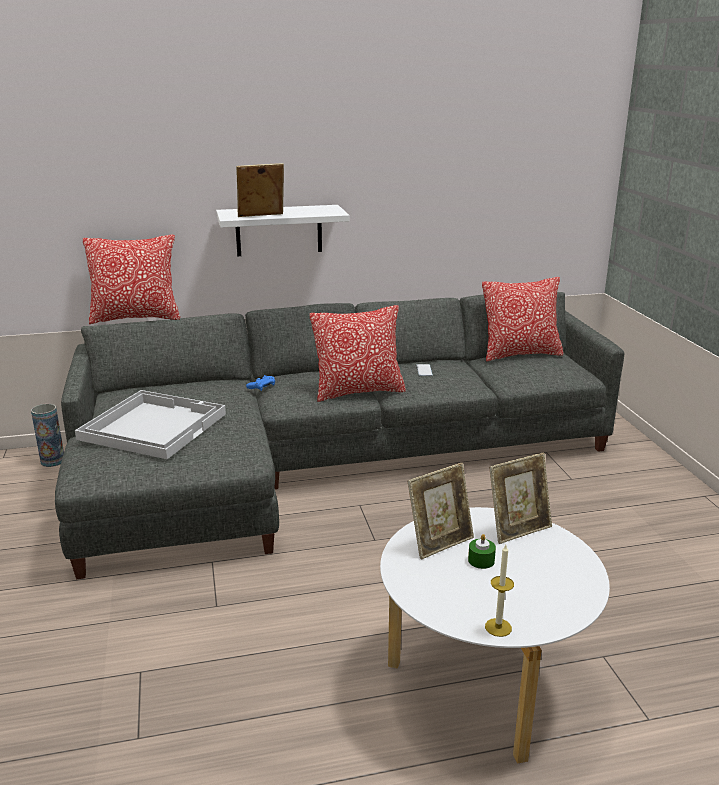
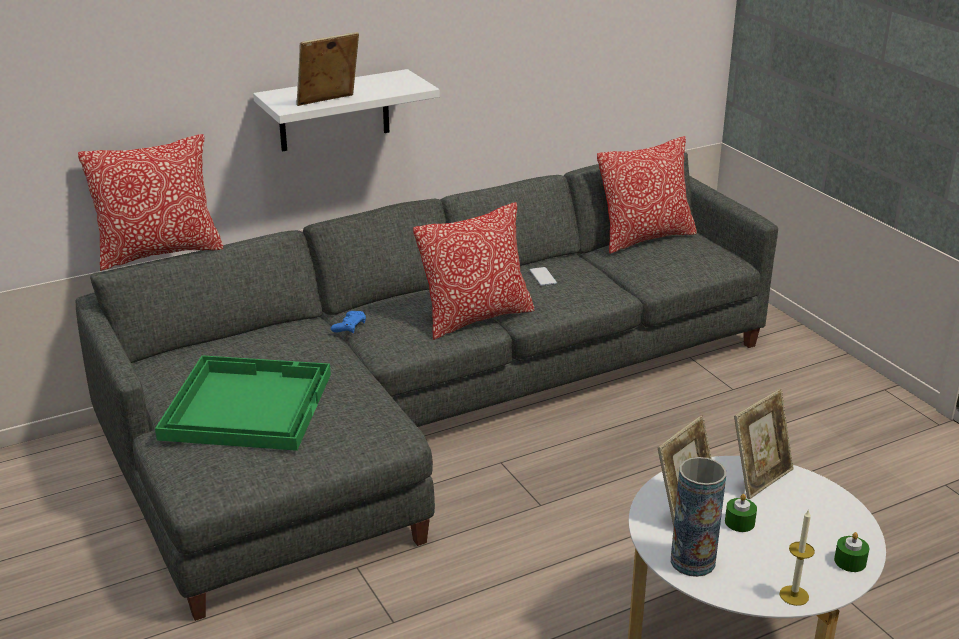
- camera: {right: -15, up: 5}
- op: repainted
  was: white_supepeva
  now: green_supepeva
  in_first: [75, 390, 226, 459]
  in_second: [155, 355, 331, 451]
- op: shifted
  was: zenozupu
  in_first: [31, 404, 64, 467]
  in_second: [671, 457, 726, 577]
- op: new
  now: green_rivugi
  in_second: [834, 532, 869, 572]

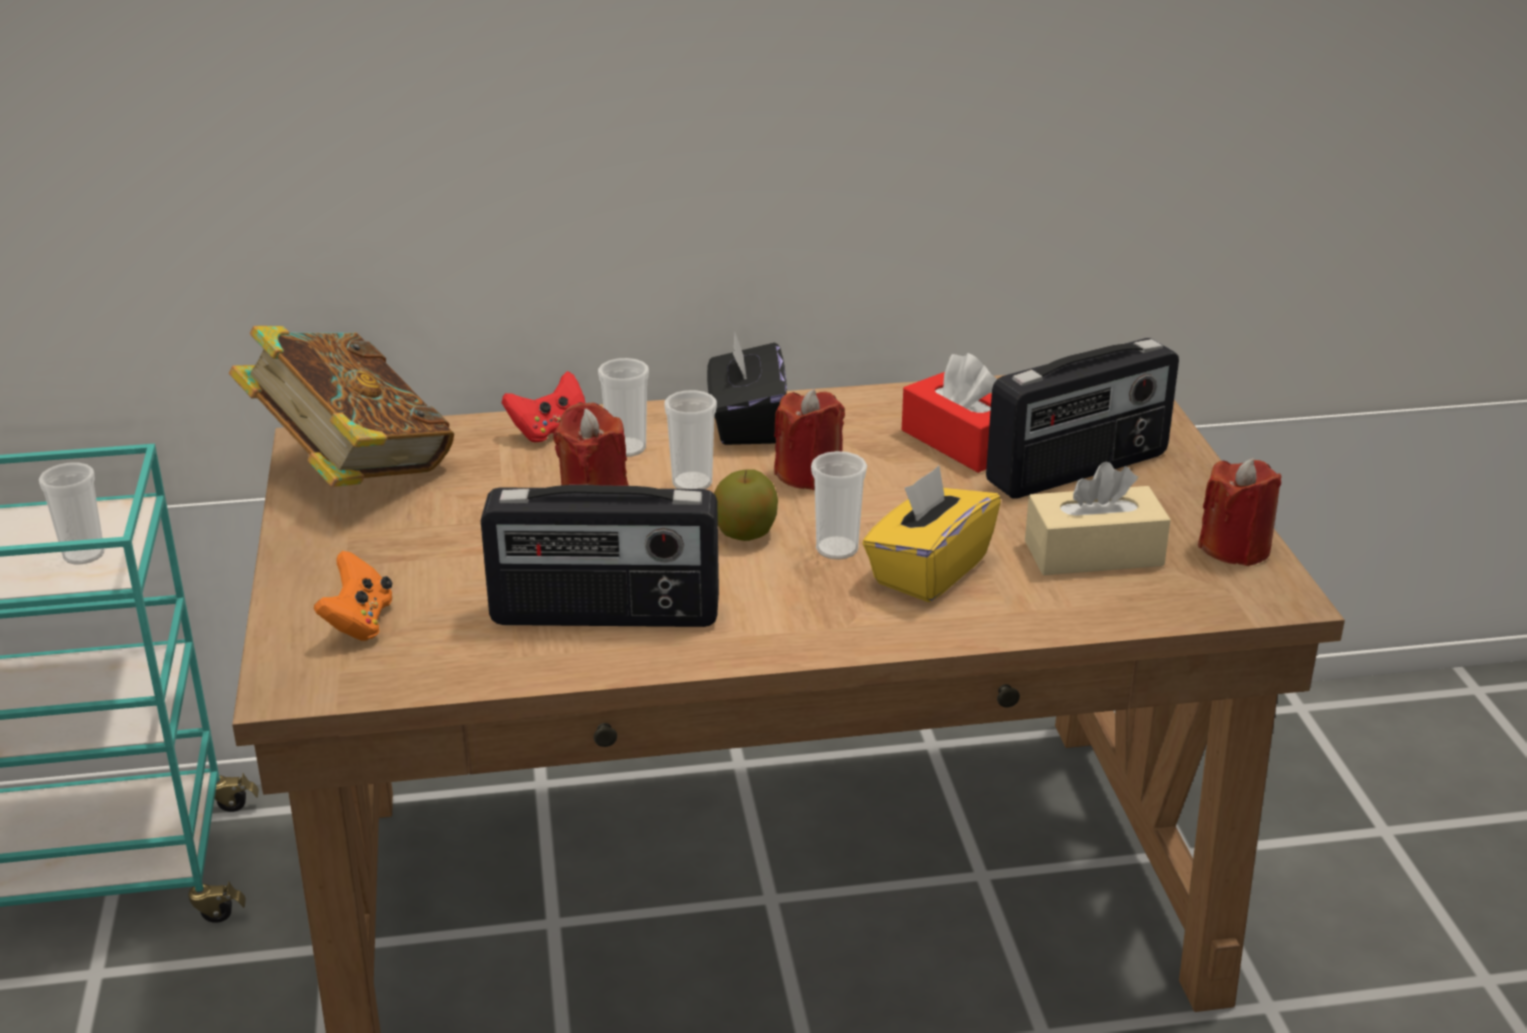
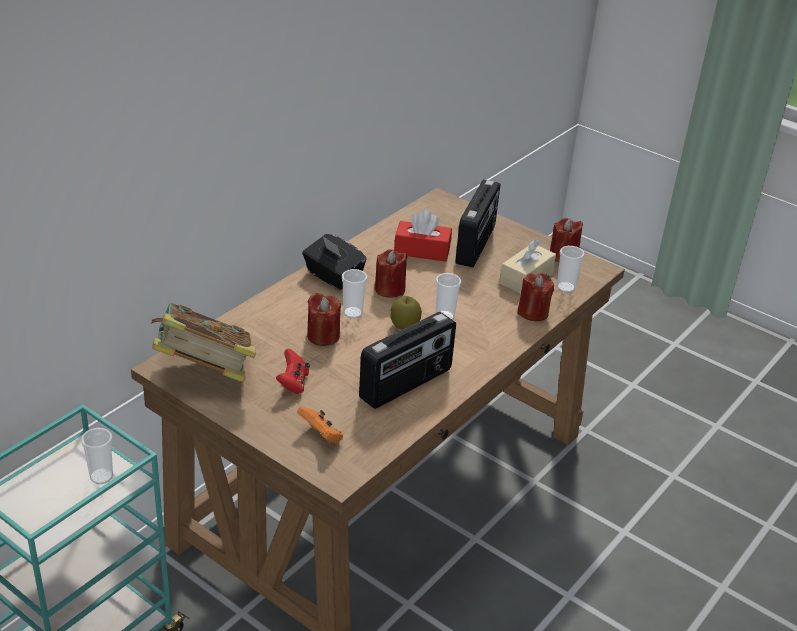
- camera: {right: -45, up: 5}
- op: shifted
  was: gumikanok
  in_first: [598, 358, 649, 457]
  in_second: [557, 246, 584, 293]
- op: shifted
  was: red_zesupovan
  in_first: [502, 371, 585, 442]
  in_second: [276, 349, 310, 394]
- op: gone
  was: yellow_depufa
  in_first: [862, 466, 1001, 602]
- op: new
  now: red_rivugi
  in_second: [517, 273, 554, 321]

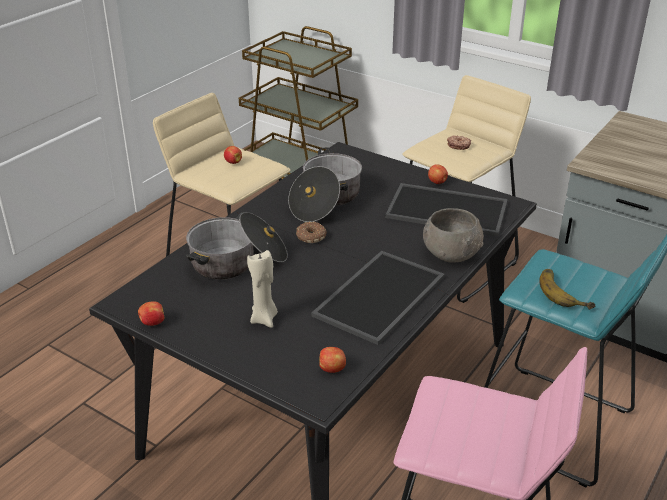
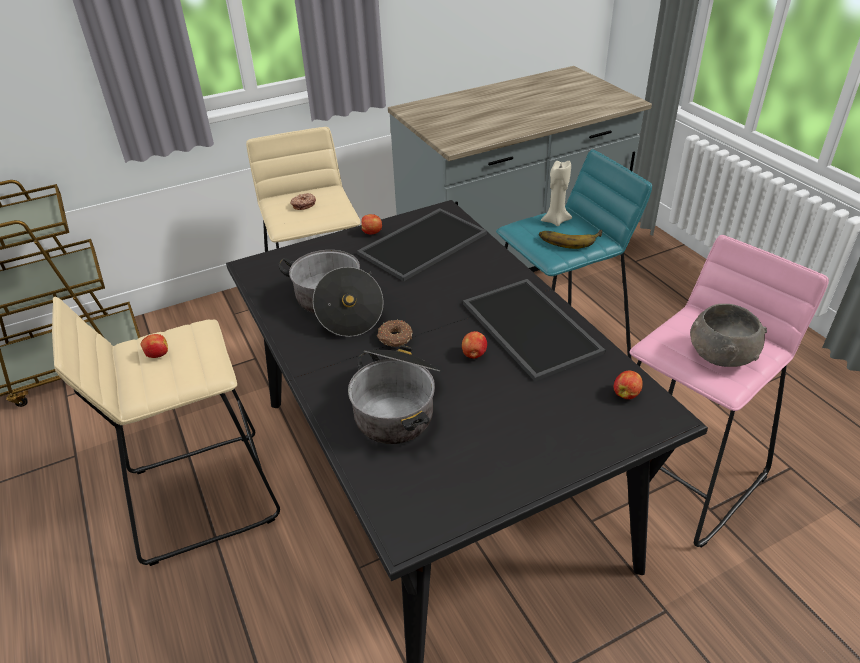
- camera: {right: -60, up: 5}
- op: shifted
  was: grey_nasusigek
  in_first: [423, 208, 484, 263]
  in_second: [690, 304, 767, 367]
- op: shifted
  was: beige_rivugi
  in_first: [247, 250, 278, 328]
  in_second: [541, 161, 572, 226]
- op: shifted
  was: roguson
  in_first: [138, 301, 164, 326]
  in_second: [462, 331, 487, 359]

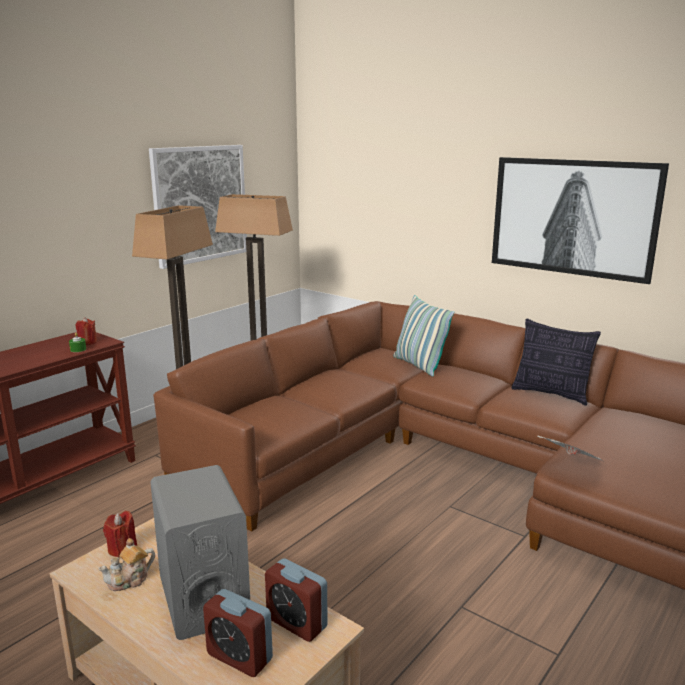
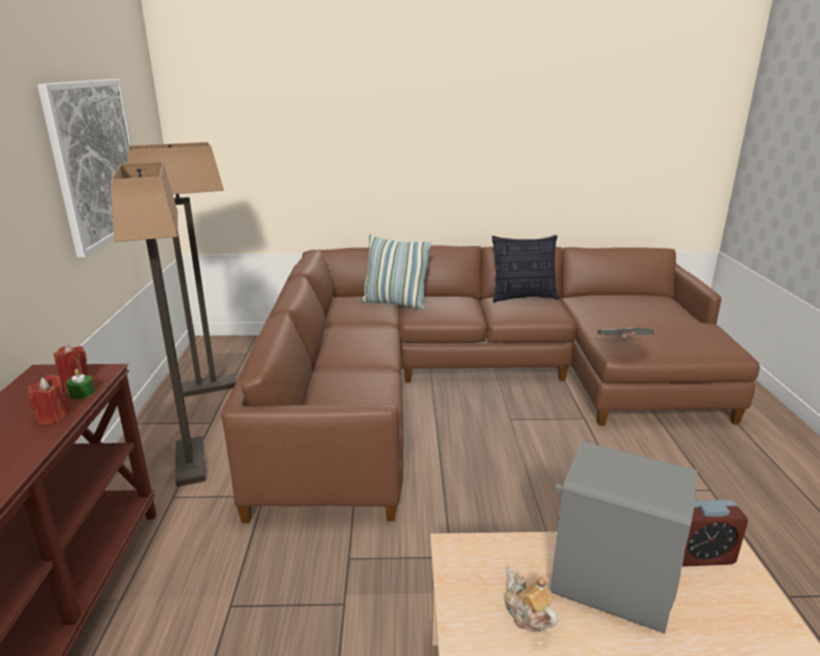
- camera: {right: -40, up: 5}
- op: gone
  was: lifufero
  in_first: [492, 157, 669, 284]
- op: shifted
  was: red_rivugi
  in_first: [103, 511, 137, 557]
  in_second: [28, 375, 70, 424]
- op: rotated
  was: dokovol
  in_first: [98, 538, 155, 591]
  in_second: [505, 569, 558, 632]
  clockwise: 135
- op: gone
  was: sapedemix
  in_first: [203, 589, 273, 677]

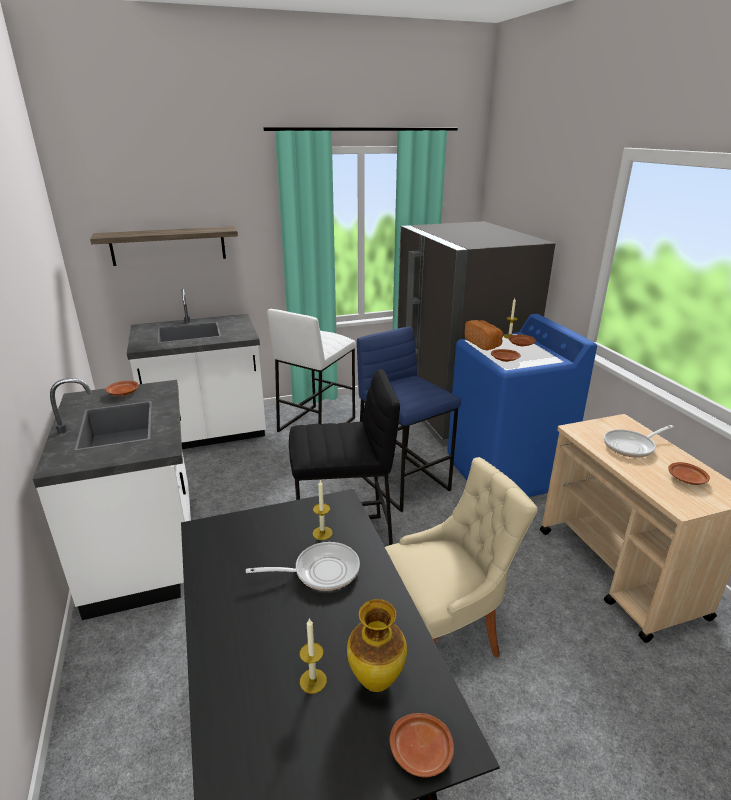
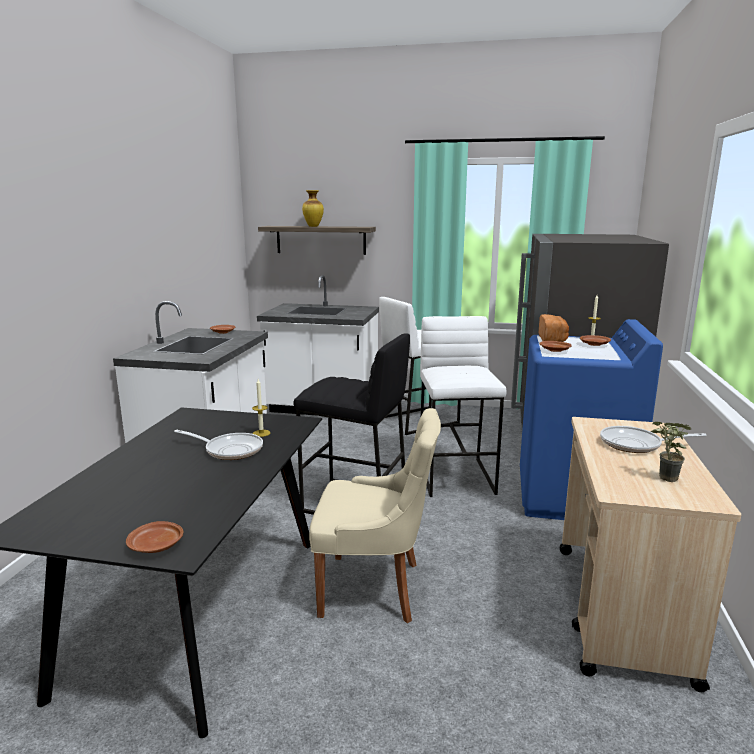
- camera: {right: 30, up: -10}
- op: repainted
  was: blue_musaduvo
  now: white_musaduvo
  in_first: [357, 327, 461, 512]
  in_second: [420, 316, 507, 497]
- op: swapped
  was: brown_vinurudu
  now: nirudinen
  in_first: [668, 462, 710, 485]
  in_second: [651, 422, 691, 482]
- op: shifted
  was: zenozupu
  in_first: [347, 599, 407, 692]
  in_second: [302, 190, 324, 227]
- op: gone
  was: rivugi
  in_first: [300, 618, 327, 694]

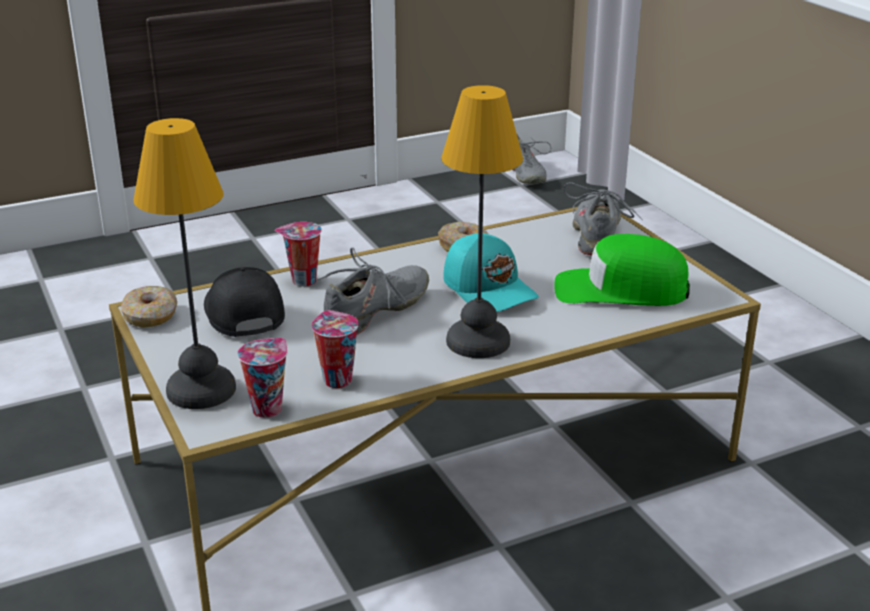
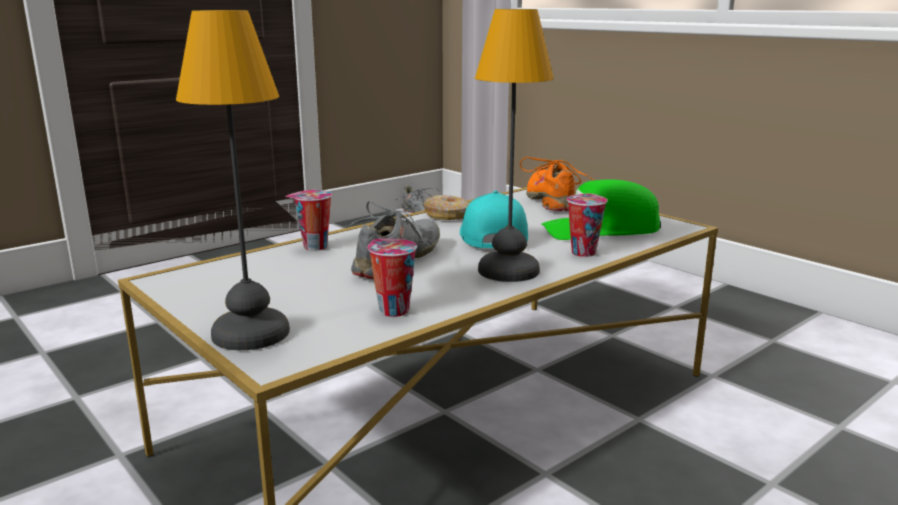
- camera: {right: -15, up: -10}
- op: repainted
  was: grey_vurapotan
  now: orange_vurapotan
  in_first: [564, 182, 643, 256]
  in_second: [520, 157, 594, 211]
- op: rotated
  was: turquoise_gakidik
  in_first: [443, 233, 539, 312]
  in_second: [460, 190, 528, 248]
  clockwise: -135
- op: gone
  was: black_gakidik
  in_first: [204, 267, 285, 337]
- op: gone
  was: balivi
  in_first: [121, 286, 177, 328]
- op: shifted
  was: gumikanok
  in_first: [237, 338, 288, 418]
  in_second: [567, 194, 607, 257]

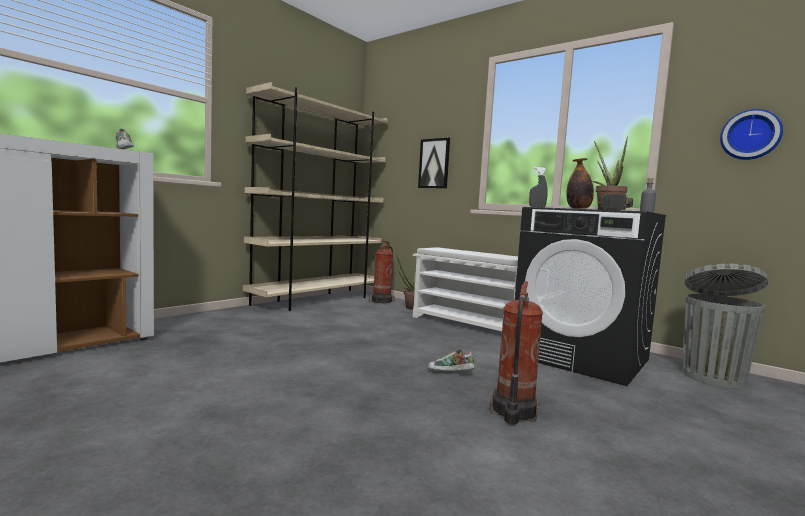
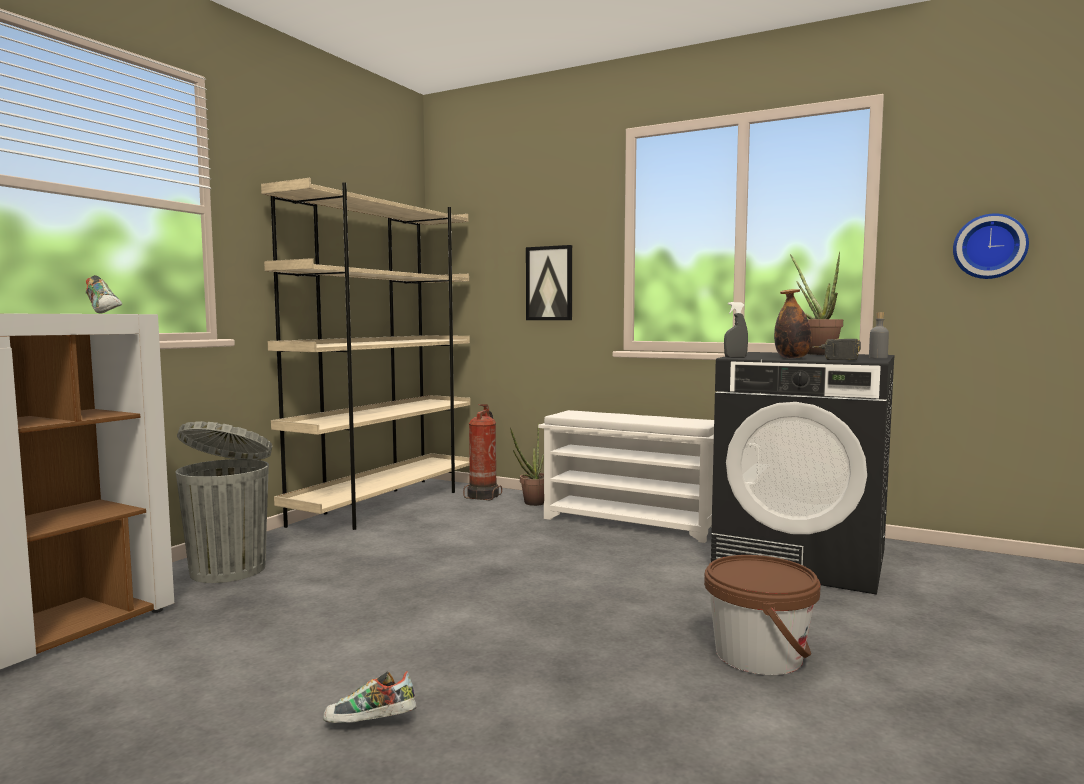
- camera: {right: -10, up: 0}
- op: shifted
  was: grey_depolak
  in_first: [683, 264, 768, 388]
  in_second: [176, 421, 272, 583]
- op: swapped
  was: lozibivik
  now: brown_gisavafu
  in_first: [490, 281, 543, 425]
  in_second: [704, 555, 821, 675]
- op: shifted
  was: vurapotan
  in_first: [428, 349, 475, 371]
  in_second: [323, 671, 417, 723]

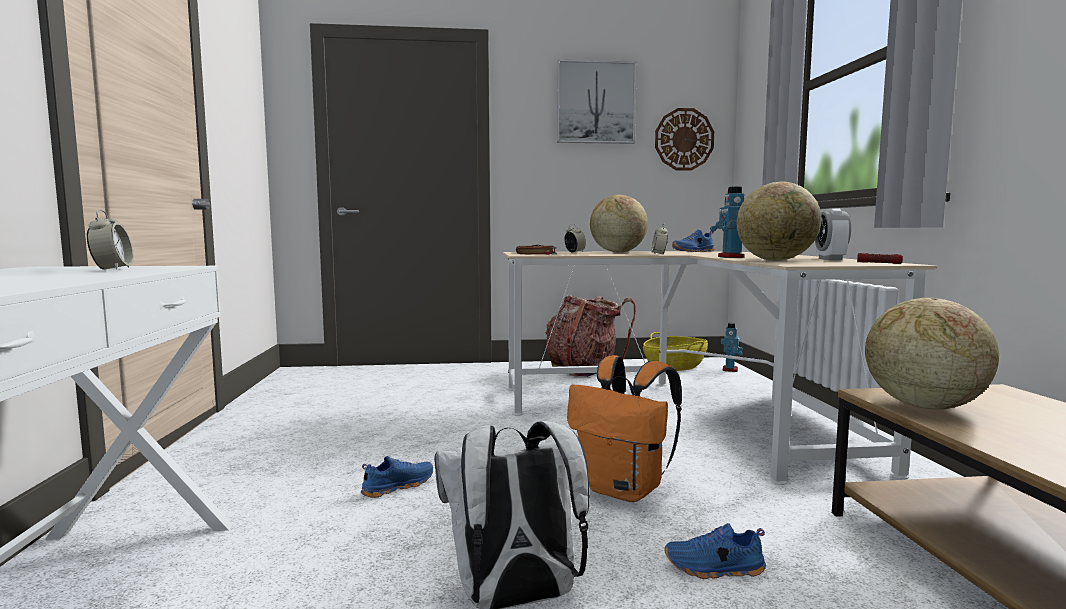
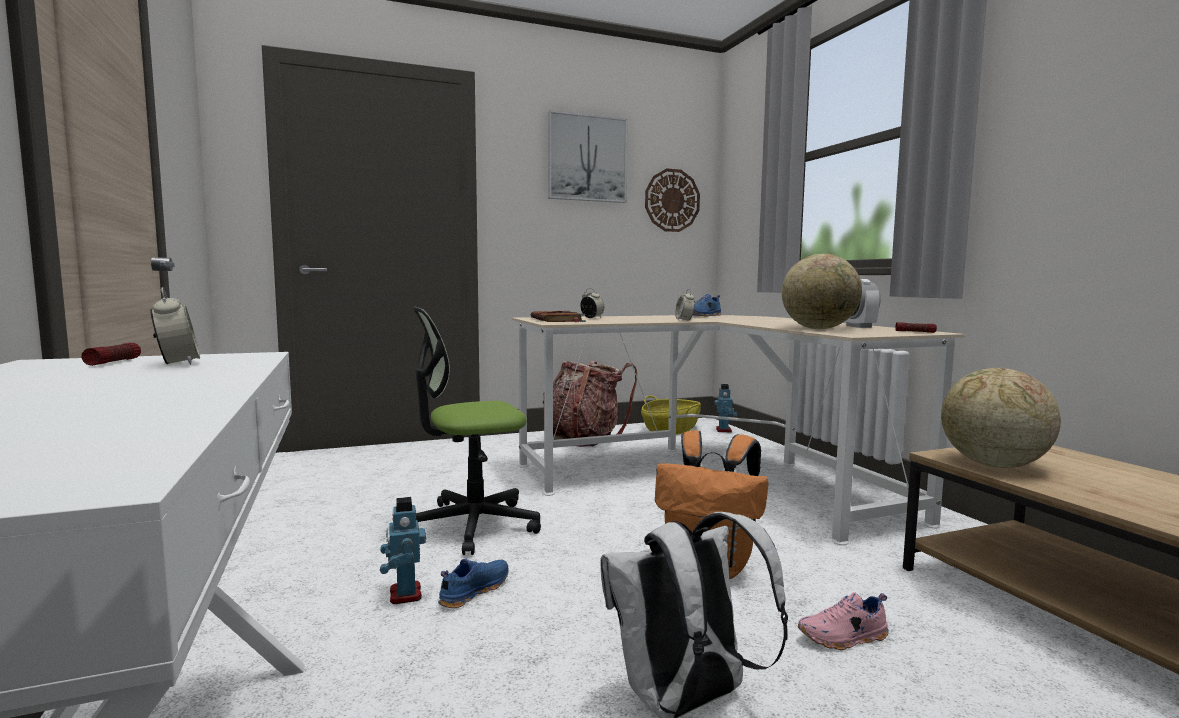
- camera: {right: -15, up: 0}
- op: shifted
  was: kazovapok
  in_first: [710, 186, 745, 258]
  in_second: [380, 497, 426, 604]
- op: gone
  was: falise
  in_first: [590, 195, 648, 253]
- op: repainted
  was: blue_vurapotan
  now: pink_vurapotan
  in_first: [665, 523, 766, 579]
  in_second: [798, 592, 889, 650]
- op: new
  now: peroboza
  in_second: [413, 306, 541, 555]
- op: new
  now: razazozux
  in_second: [81, 343, 141, 366]

